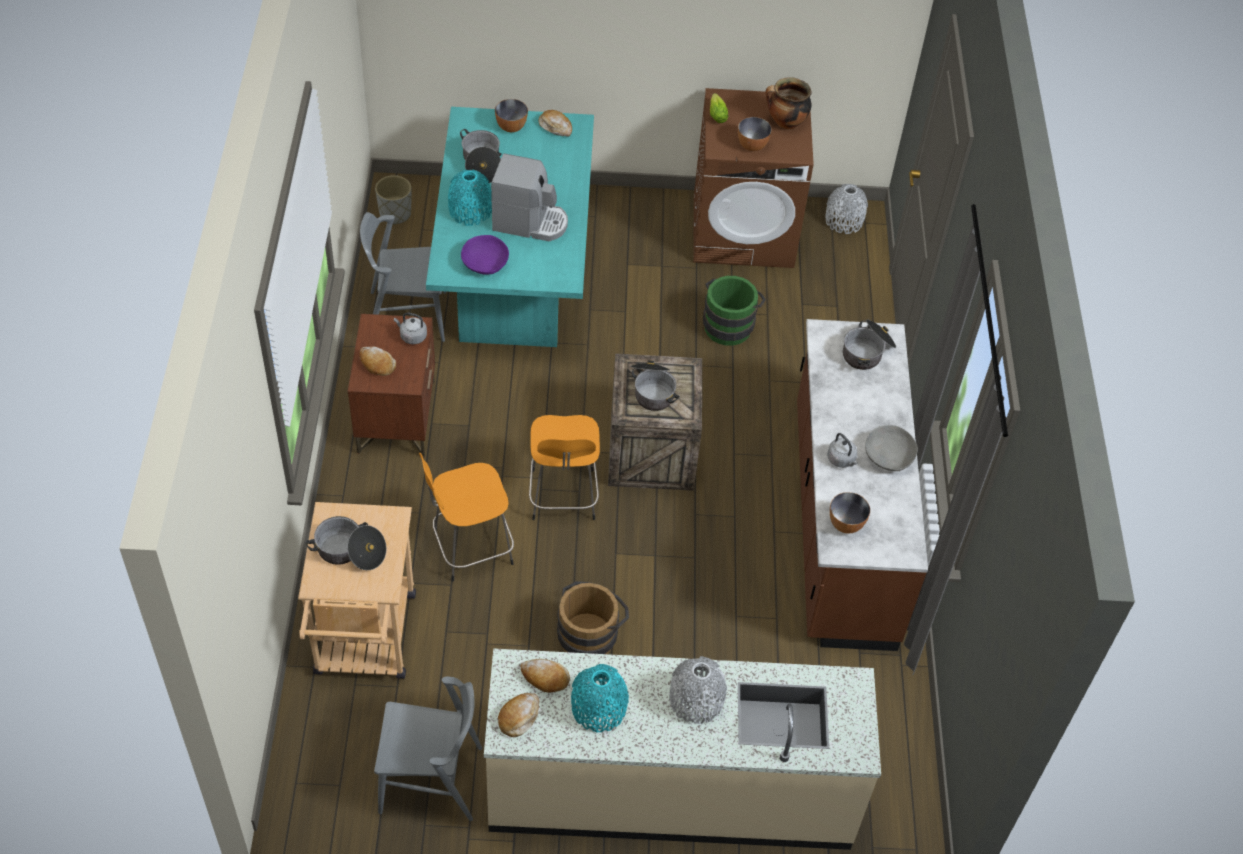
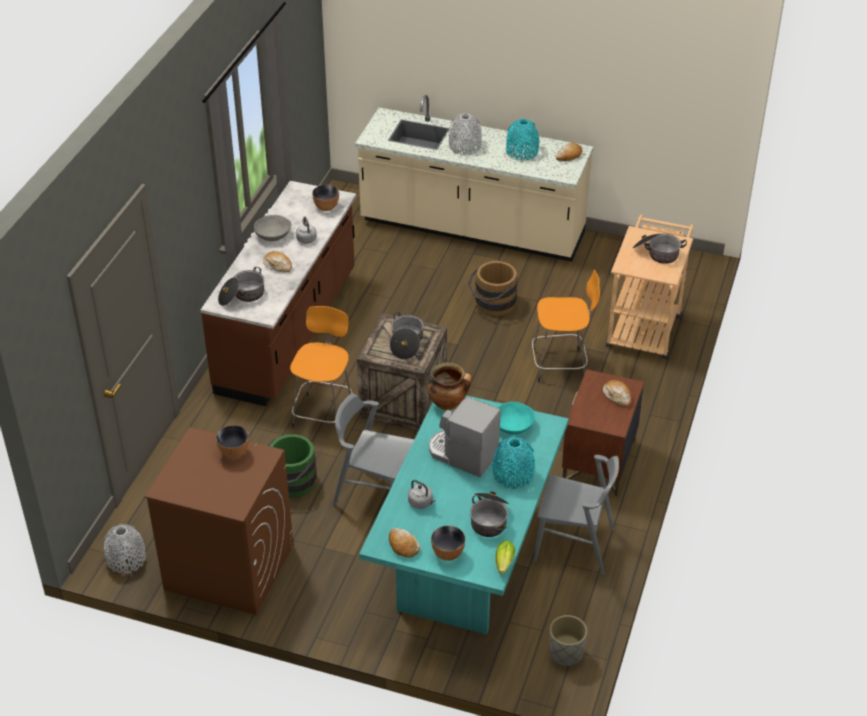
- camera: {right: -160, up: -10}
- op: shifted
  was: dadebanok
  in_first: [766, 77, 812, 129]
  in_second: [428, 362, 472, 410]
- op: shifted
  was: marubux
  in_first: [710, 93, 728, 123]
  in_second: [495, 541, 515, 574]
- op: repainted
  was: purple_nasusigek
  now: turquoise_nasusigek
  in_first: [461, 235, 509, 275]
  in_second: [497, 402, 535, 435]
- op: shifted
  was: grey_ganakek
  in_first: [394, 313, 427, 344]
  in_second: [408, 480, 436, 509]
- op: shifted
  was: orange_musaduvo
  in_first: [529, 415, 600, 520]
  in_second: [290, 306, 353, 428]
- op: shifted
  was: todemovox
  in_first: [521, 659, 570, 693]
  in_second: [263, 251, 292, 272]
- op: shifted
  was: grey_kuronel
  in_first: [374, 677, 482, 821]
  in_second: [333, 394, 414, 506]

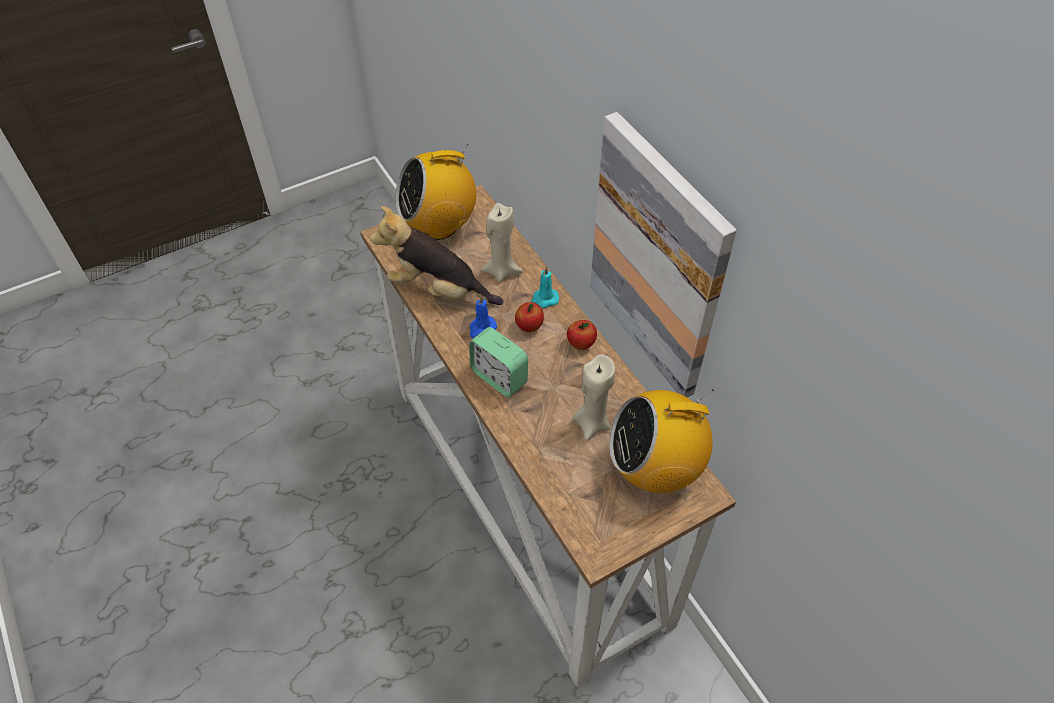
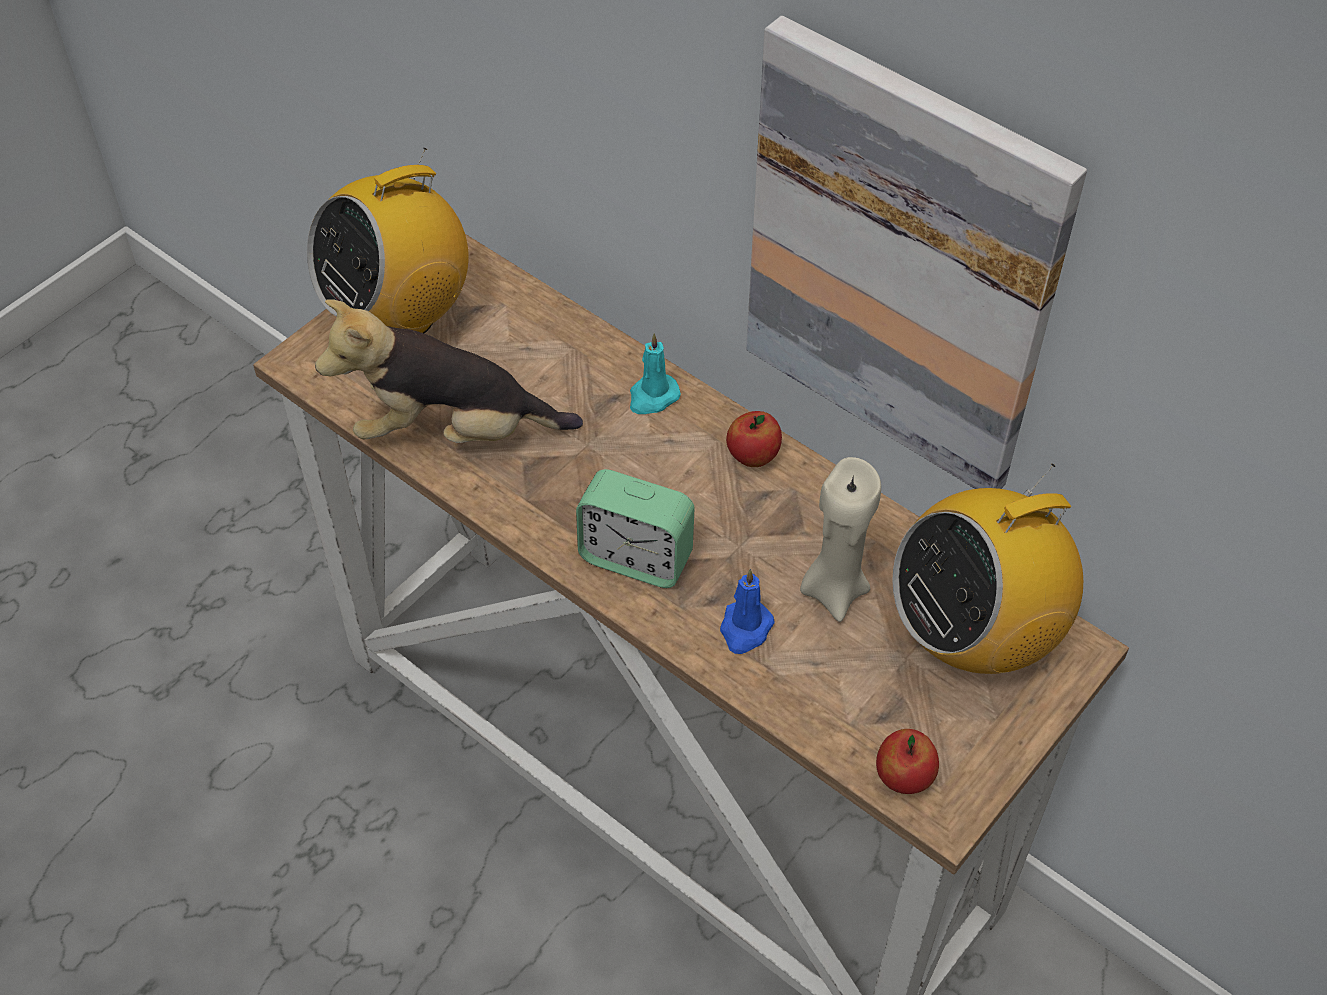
- camera: {right: -20, up: 0}
- op: gone
  was: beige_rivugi
  in_first: [481, 203, 523, 283]
- op: shifted
  was: blue_rivugi
  in_first: [470, 296, 497, 338]
  in_second: [720, 569, 775, 654]
- op: shifted
  was: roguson
  in_first: [515, 302, 544, 332]
  in_second: [876, 729, 939, 794]

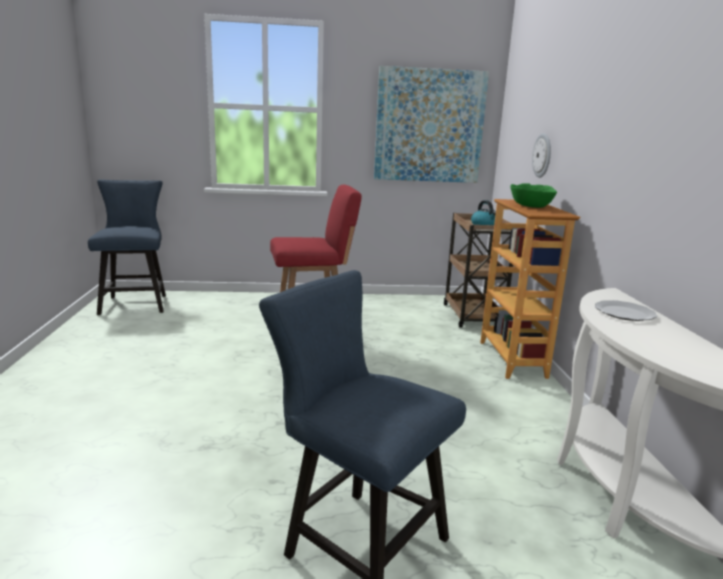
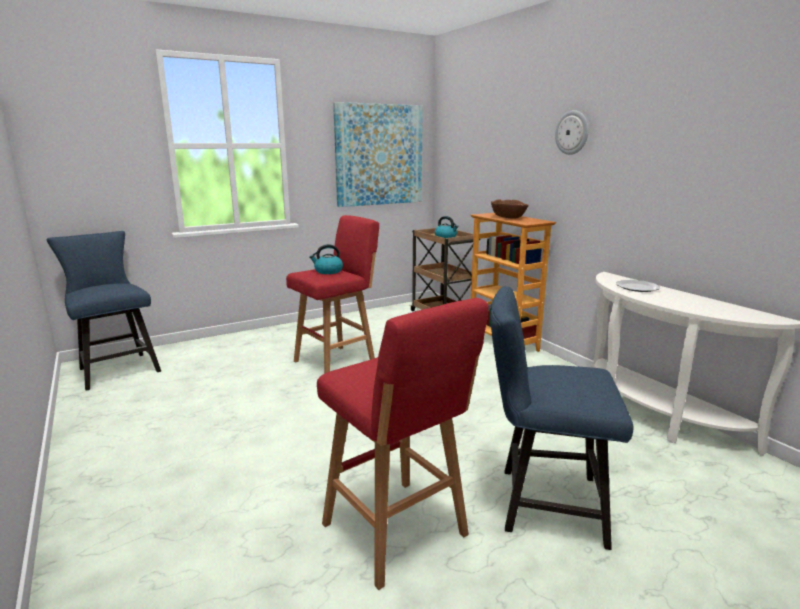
- camera: {right: -25, up: 0}
- op: shifted
  was: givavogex
  in_first: [532, 133, 551, 178]
  in_second: [555, 110, 589, 155]
- op: repainted
  was: green_nasusigek
  now: brown_nasusigek
  in_first: [510, 183, 557, 208]
  in_second: [491, 200, 529, 219]
- op: new
  now: ganakek
  in_second: [309, 244, 343, 274]
- op: new
  now: red_musaduvo
  in_second: [317, 298, 489, 590]

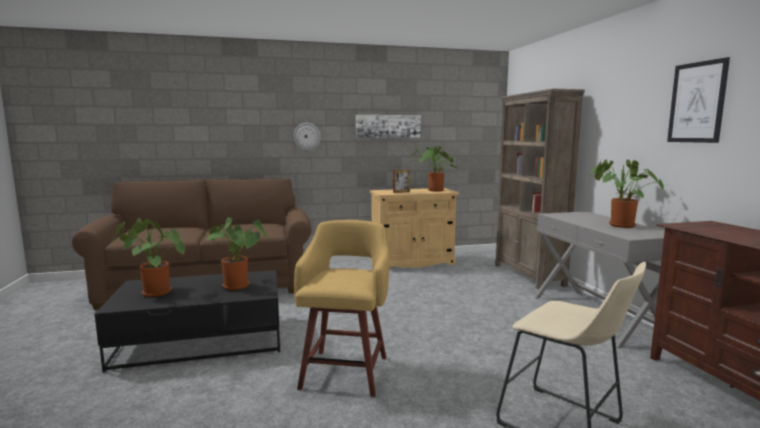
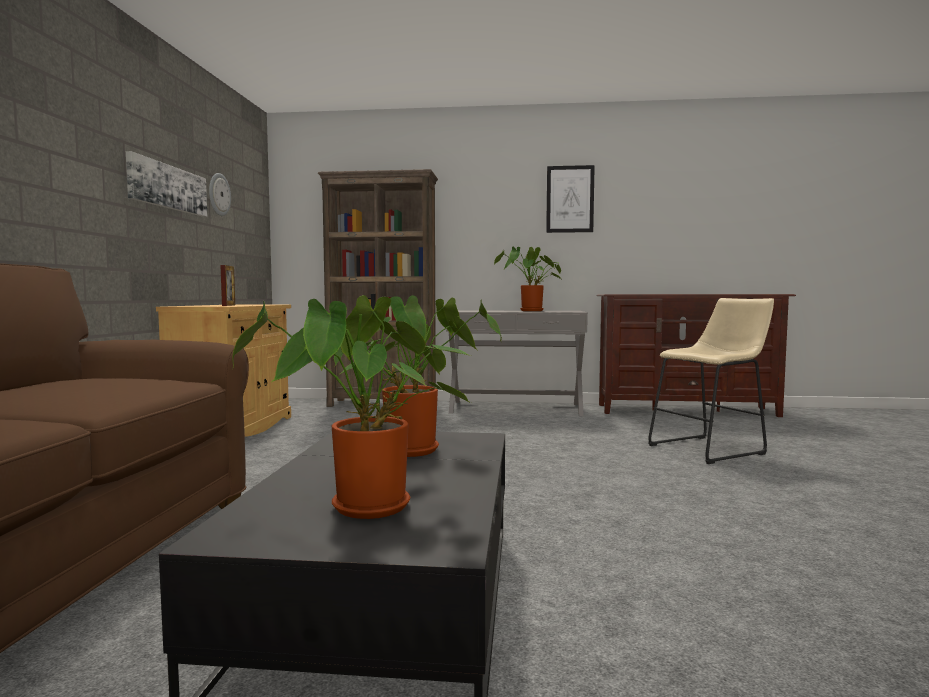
- camera: {right: -70, up: -5}
- op: shifted
  was: givavogex
  in_first: [293, 123, 321, 150]
  in_second: [209, 173, 231, 216]
- op: gone
  was: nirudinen
  in_first: [411, 146, 457, 191]
- op: gone
  was: yellow_musaduvo
  in_first: [294, 220, 389, 397]

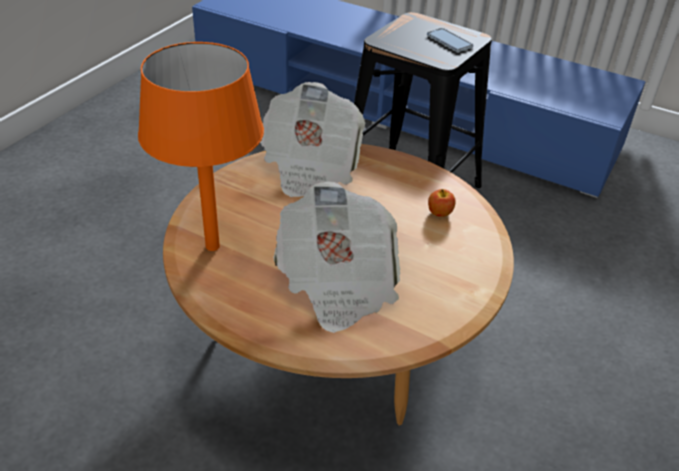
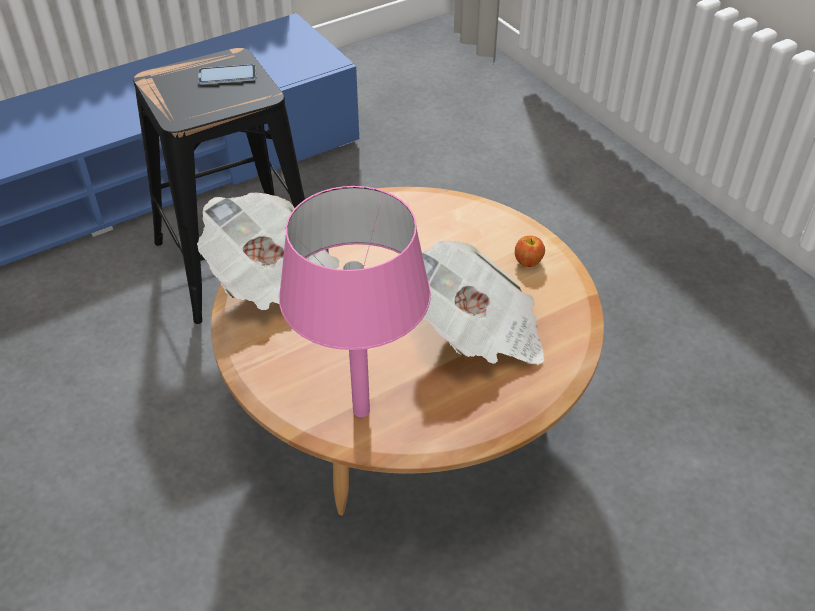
- camera: {right: -60, up: 5}
- op: repainted
  was: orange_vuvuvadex
  now: pink_vuvuvadex
  in_first: [138, 42, 264, 251]
  in_second: [279, 186, 431, 417]
- op: shifted
  was: roguson
  in_first: [428, 189, 455, 217]
  in_second: [515, 236, 545, 267]

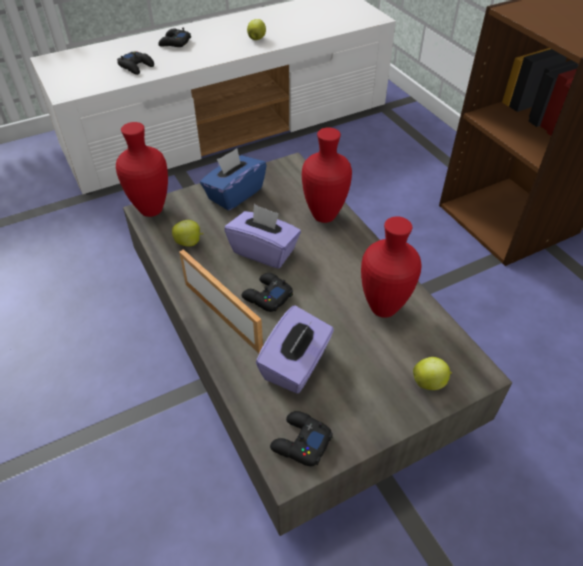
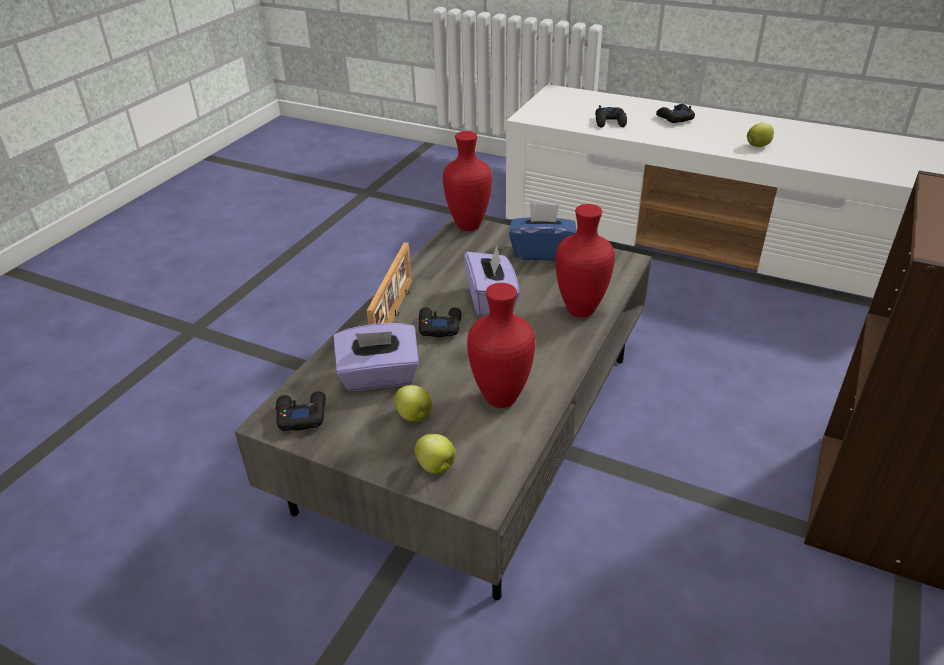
- camera: {right: 55, up: -10}
- op: shifted
  was: roguson
  in_first: [172, 220, 204, 246]
  in_second: [394, 385, 432, 422]

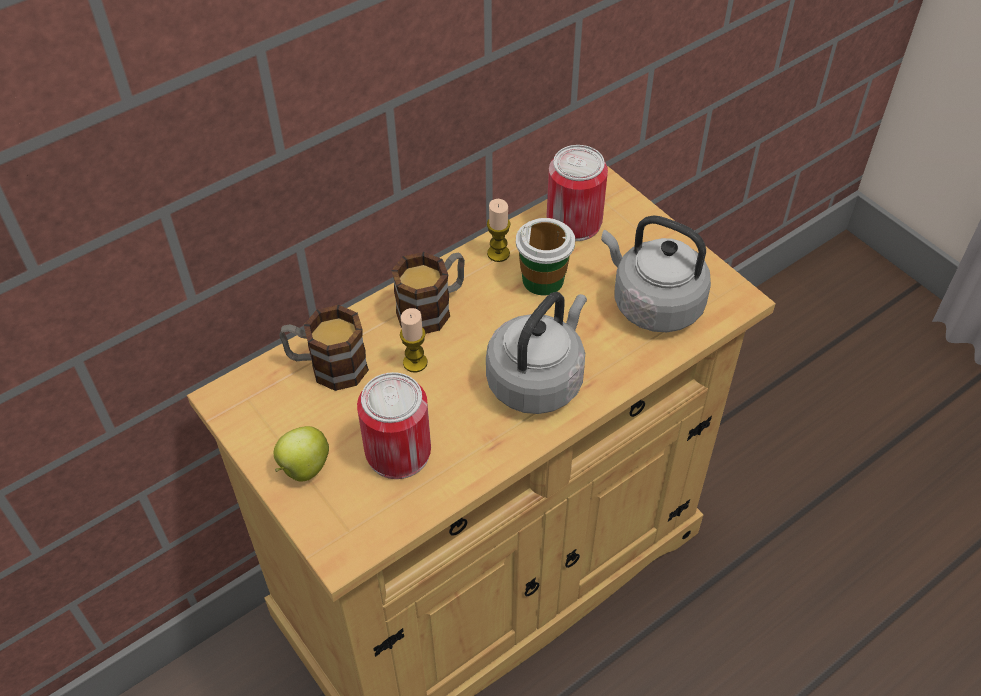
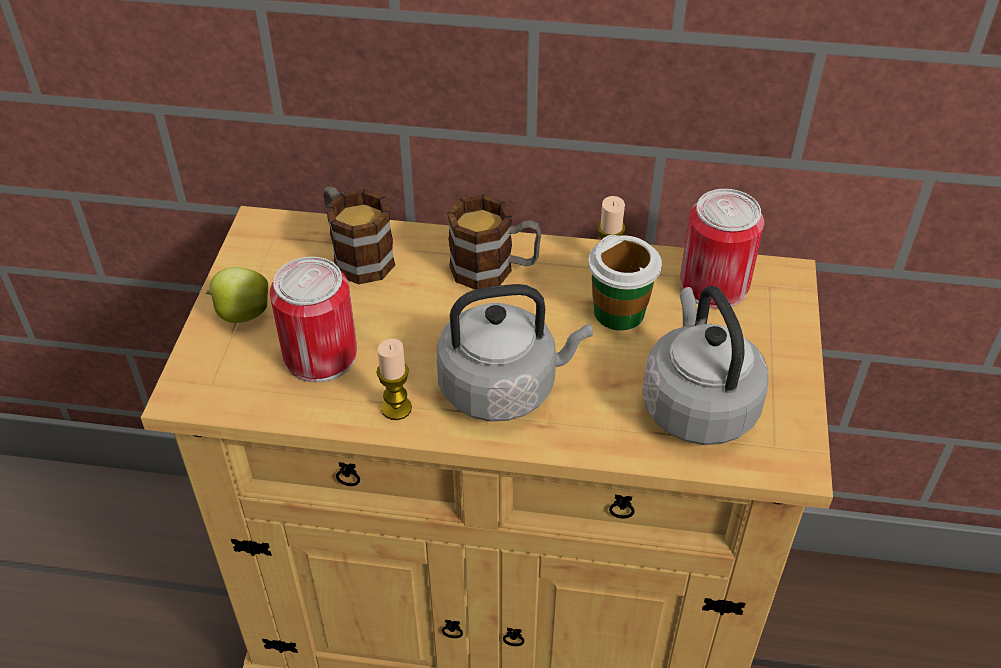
- camera: {right: 45, up: -5}
- op: shifted
  was: rivugi
  in_first: [400, 308, 428, 373]
  in_second: [376, 339, 412, 420]

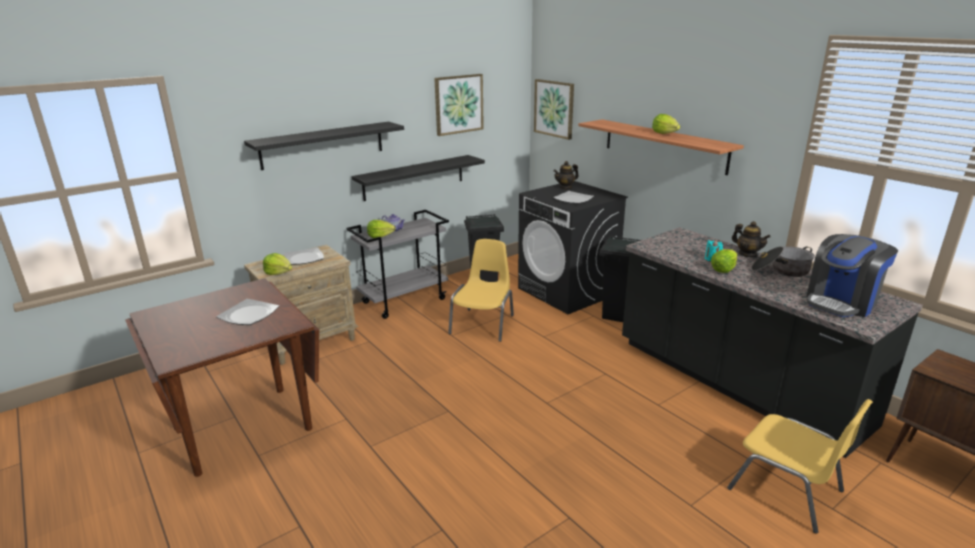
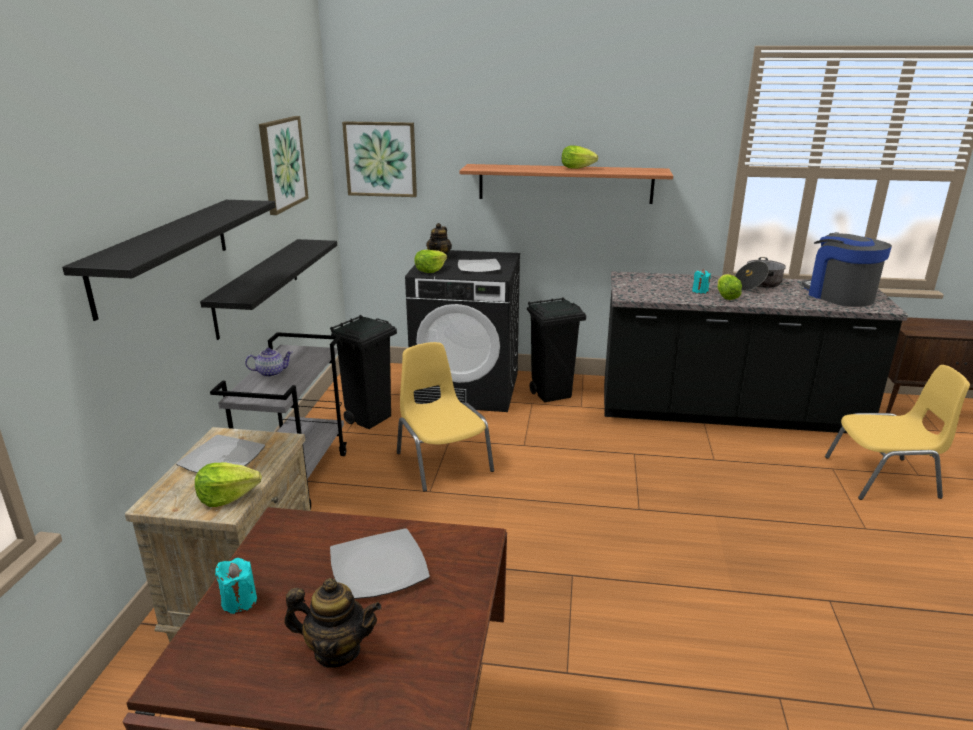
- camera: {right: -45, up: 0}
- op: shifted
  was: marubux
  in_first: [367, 220, 396, 238]
  in_second: [414, 250, 447, 273]
- op: shifted
  was: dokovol
  in_first: [732, 221, 771, 257]
  in_second: [284, 578, 382, 667]
- op: rotated
  was: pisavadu
  in_first: [806, 234, 898, 317]
  in_second: [802, 232, 892, 307]
  clockwise: 150
- op: new
  now: turquoise_rivugi
  in_second: [215, 558, 257, 614]

